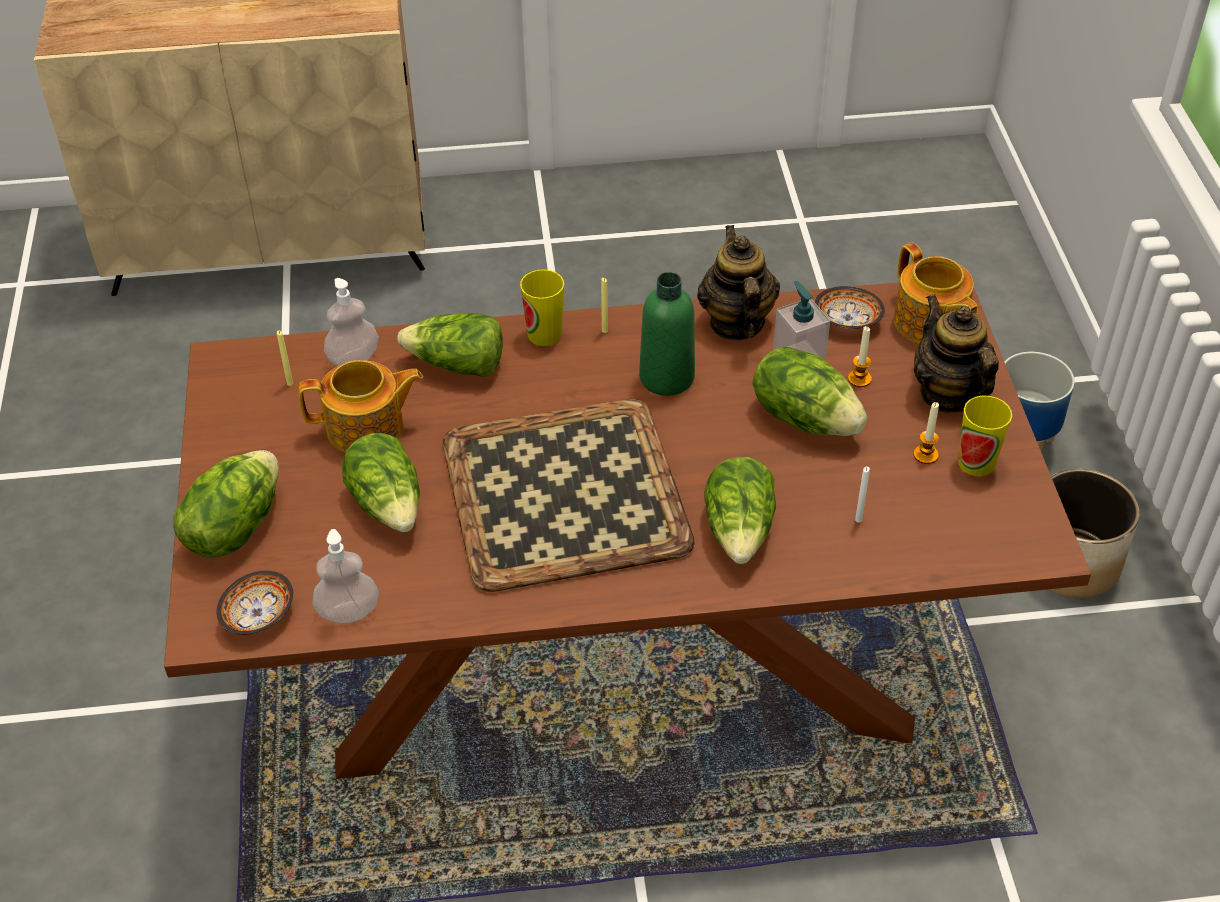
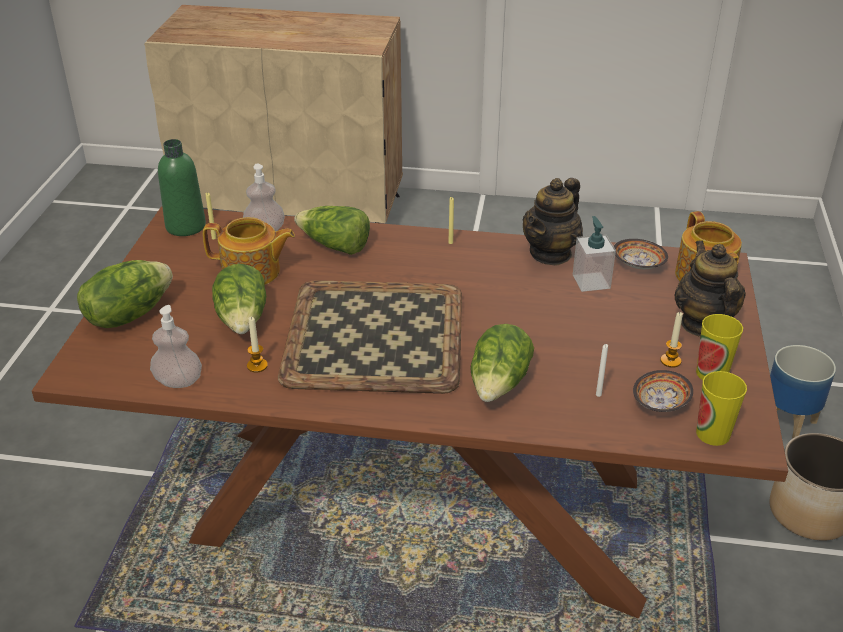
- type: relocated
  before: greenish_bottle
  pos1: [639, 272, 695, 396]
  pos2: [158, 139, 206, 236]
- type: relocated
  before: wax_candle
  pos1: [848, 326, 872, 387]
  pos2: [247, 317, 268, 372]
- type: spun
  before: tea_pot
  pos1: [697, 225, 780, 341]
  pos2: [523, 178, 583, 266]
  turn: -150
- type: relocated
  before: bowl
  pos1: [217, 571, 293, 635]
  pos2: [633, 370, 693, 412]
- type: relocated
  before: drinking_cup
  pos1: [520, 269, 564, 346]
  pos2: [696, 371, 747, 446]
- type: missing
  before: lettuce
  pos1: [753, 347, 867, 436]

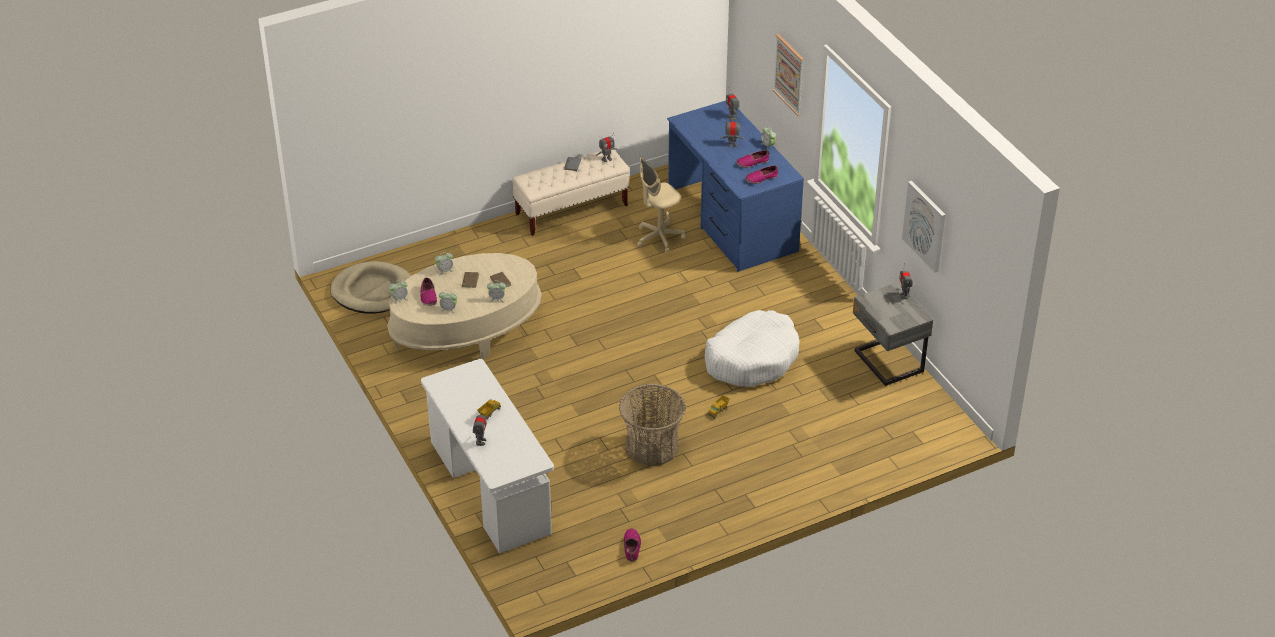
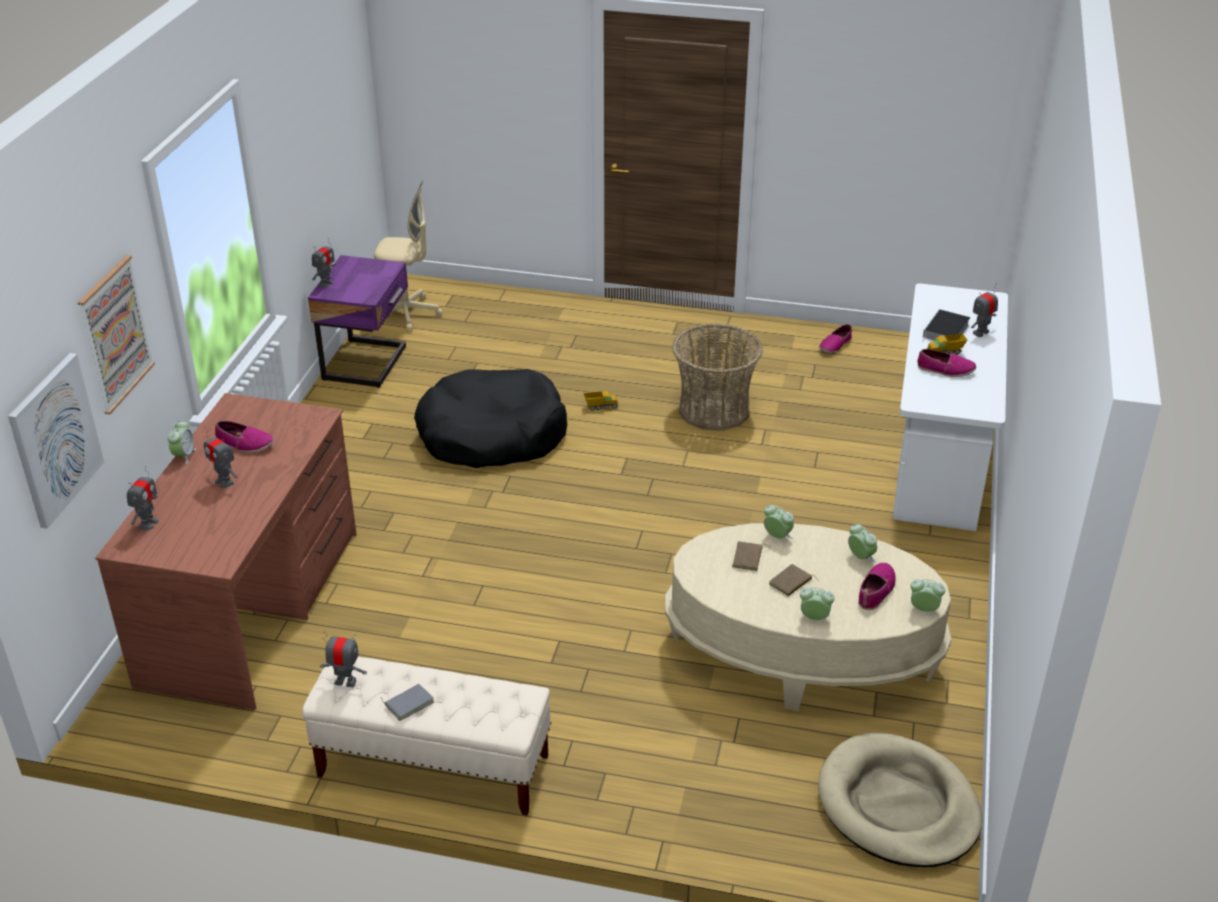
- type: relocated
  before: wall_picture
  pos1: [902, 181, 946, 273]
  pos2: [8, 353, 104, 529]
- type: colour
  before: blue-coloured_desk_unit
  after: brownish_desk_unit
  pos1: [667, 101, 804, 272]
  pos2: [95, 393, 357, 710]
- type: colour
  before: gray_night_table
  after: purple-coloured_night_table
  pos1: [853, 282, 933, 386]
  pos2: [308, 255, 408, 388]
- type: relocated
  before: beige-coloured_office_chair
  pos1: [637, 156, 686, 253]
  pos2: [374, 181, 443, 332]
- type: colour
  before: white-coloured_dog_cushion
  after: black_dog_cushion
  pos1: [705, 310, 800, 387]
  pos2: [414, 369, 567, 468]
- type: relocated
  before: low_shoe
  pos1: [745, 166, 778, 184]
  pos2: [917, 349, 976, 377]
- type: appeared
  after: book
  pos2: [922, 309, 970, 342]

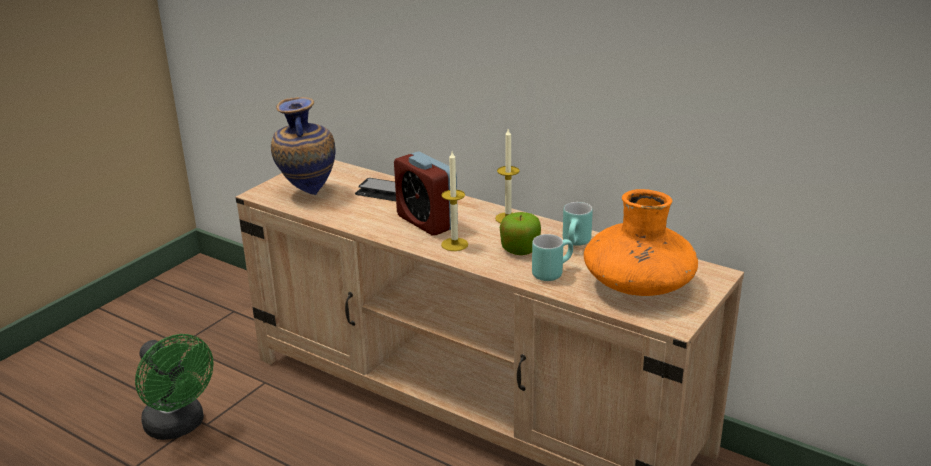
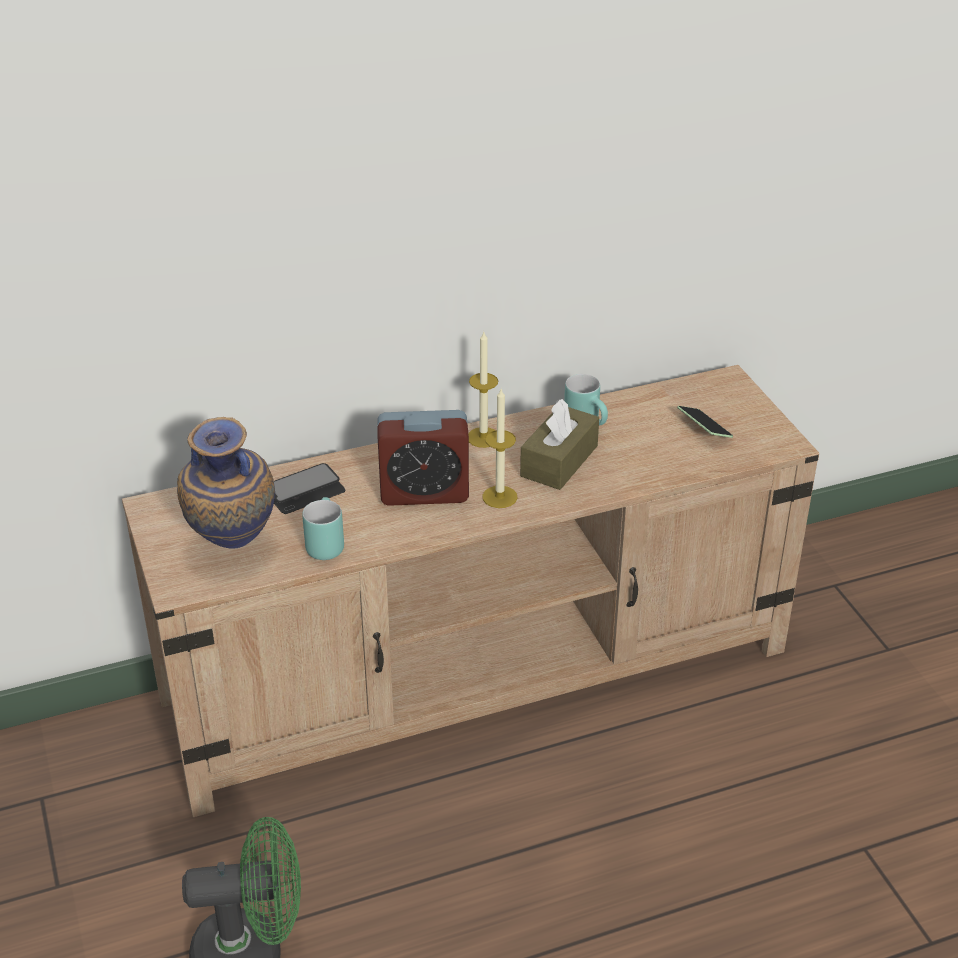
- type: relocated
  before: turquoise_mug
  pos1: [532, 234, 573, 281]
  pos2: [302, 497, 344, 560]
- type: exchanged
  before: apple
  after: brownish_box_of_tissues
  pos1: [500, 212, 541, 255]
  pos2: [520, 399, 599, 490]
- type: exchanged
  before: orange-coloured_decorative_vase
  after: phone
  pos1: [584, 189, 698, 296]
  pos2: [677, 406, 733, 438]

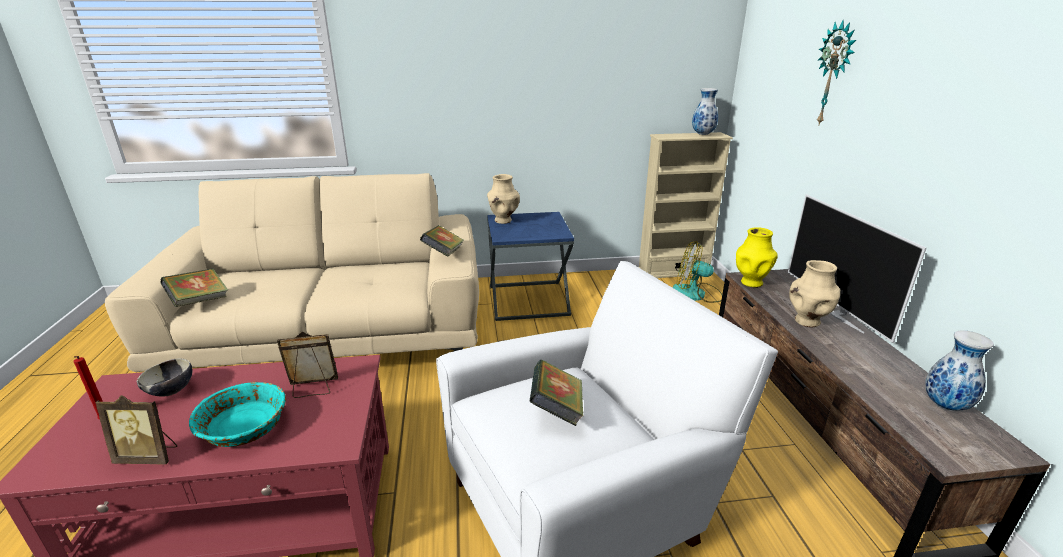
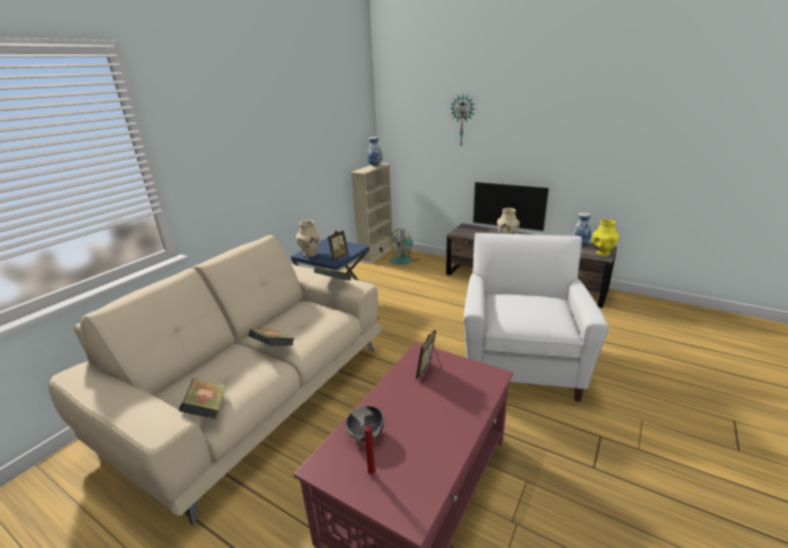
- type: relocated
  before: book
  pos1: [529, 360, 583, 426]
  pos2: [248, 329, 295, 346]
- type: relocated
  before: picture_frame
  pos1: [95, 395, 177, 464]
  pos2: [328, 230, 349, 261]
- type: relocated
  before: yellow_decorative_vase
  pos1: [736, 227, 778, 288]
  pos2: [592, 219, 619, 256]
- type: missing
  before: turquoise_bowl
  pos1: [189, 382, 286, 447]

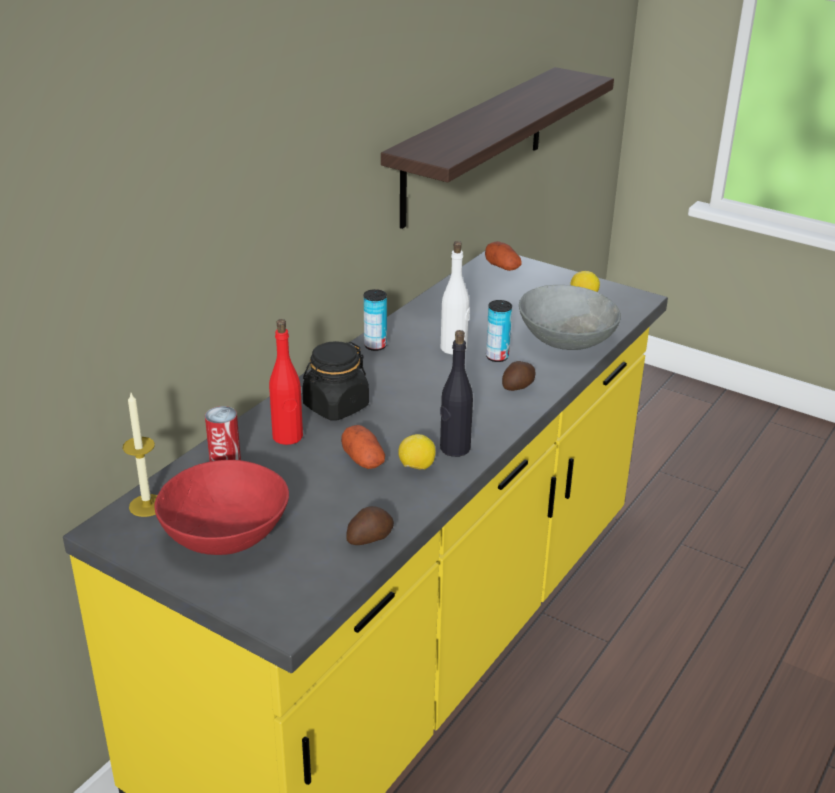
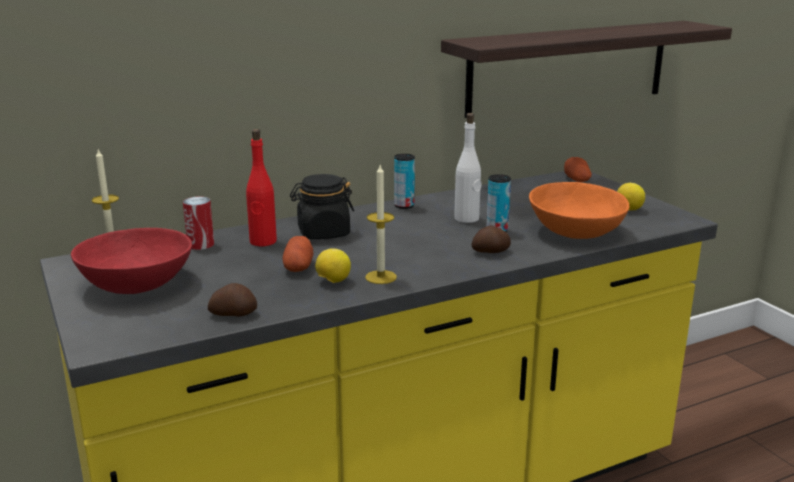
- type: exchanged
  before: black_bottle
  after: wax_candle
  pos1: [440, 330, 473, 457]
  pos2: [365, 165, 397, 284]
- type: colour
  before: gray_bowl
  after: orange-coloured_bowl
  pos1: [519, 285, 621, 350]
  pos2: [529, 182, 629, 239]

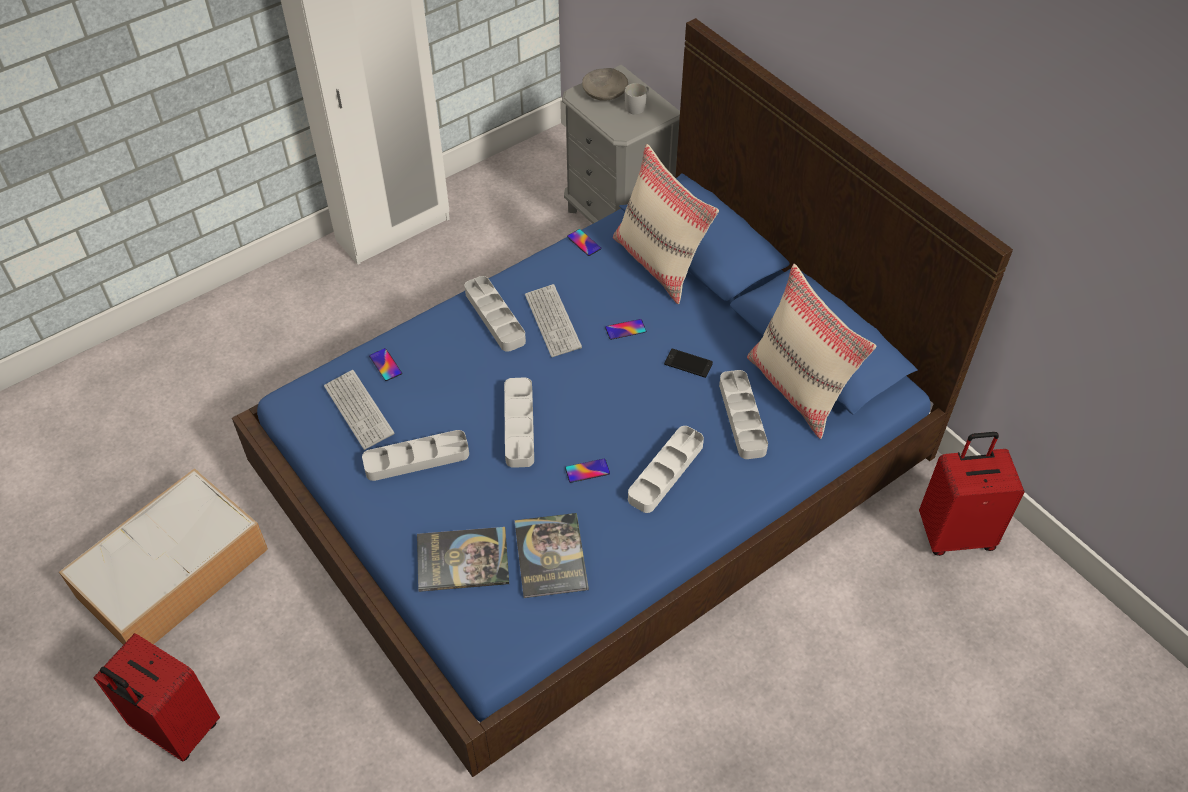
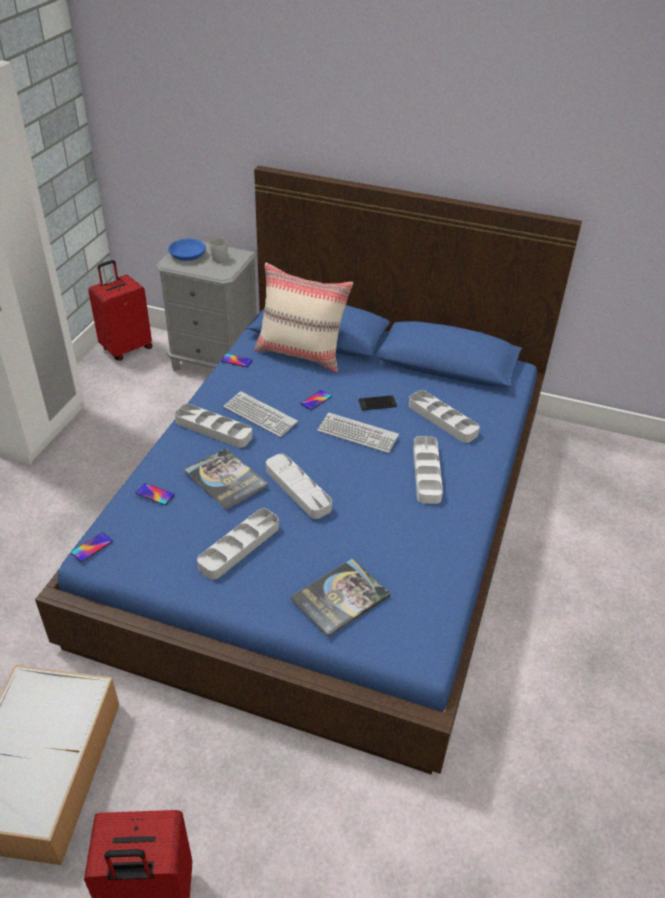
- type: relocated
  before: phone
  pos1: [565, 459, 610, 483]
  pos2: [71, 532, 113, 562]
- type: relocated
  before: reddish_suitcase
  pos1: [919, 432, 1024, 556]
  pos2: [88, 260, 153, 361]
- type: colour
  before: gray_bowl
  after: blue-coloured_bowl
  pos1: [582, 68, 628, 101]
  pos2: [168, 238, 206, 261]
- type: relocated
  before: book
  pos1: [514, 513, 589, 598]
  pos2: [184, 448, 268, 510]
- type: relocated
  before: computer_keyboard
  pos1: [324, 370, 394, 450]
  pos2: [318, 413, 399, 453]
- type: missing
  before: beige-coloured_throw_pillow
  pos1: [747, 264, 876, 439]

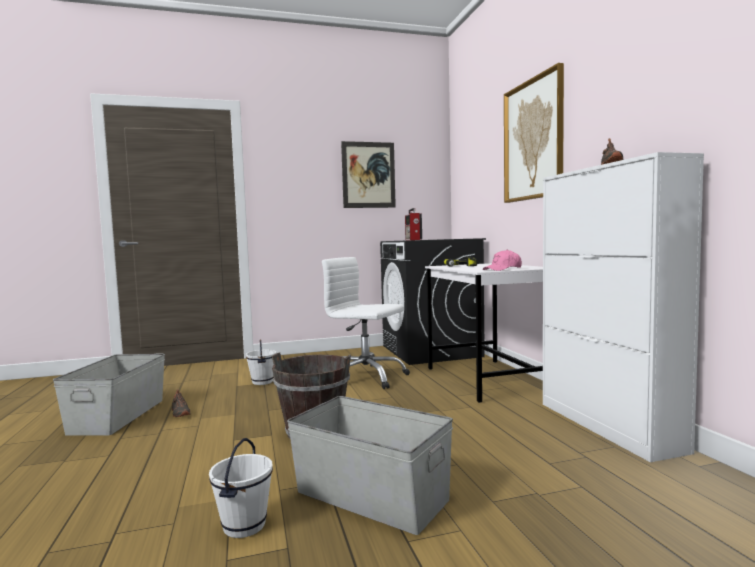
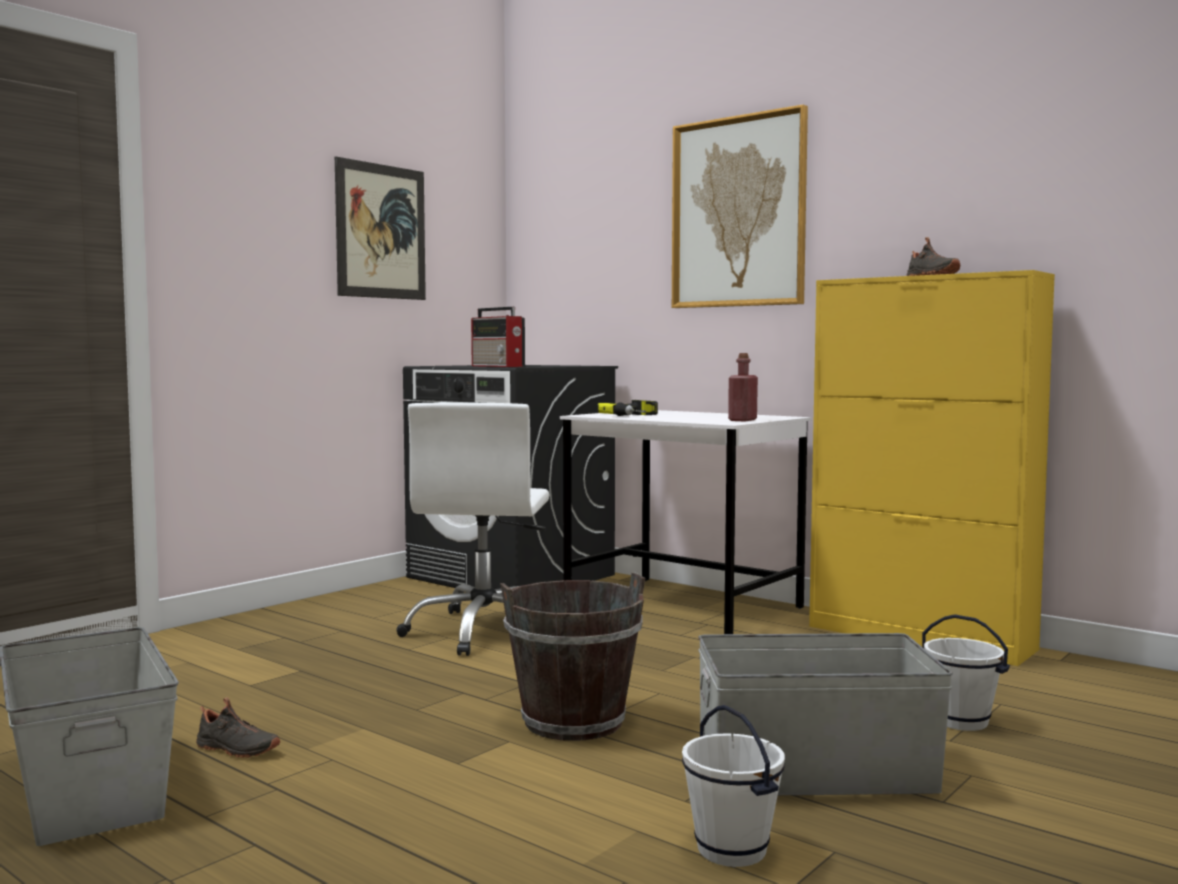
- type: spun
  before: white-coloured_office_chair
  pos1: [322, 257, 410, 389]
  pos2: [397, 402, 549, 656]
  turn: -75
- type: exchanged
  before: pink-coloured_cap
  after: reddish_bottle
  pos1: [483, 250, 522, 271]
  pos2: [728, 353, 758, 421]
- type: colour
  before: white-coloured_cupboard
  after: yellow_cupboard
  pos1: [543, 152, 704, 462]
  pos2: [809, 270, 1055, 666]
- type: relocated
  before: white-coloured_water_bucket
  pos1: [246, 339, 276, 385]
  pos2: [922, 614, 1010, 731]

